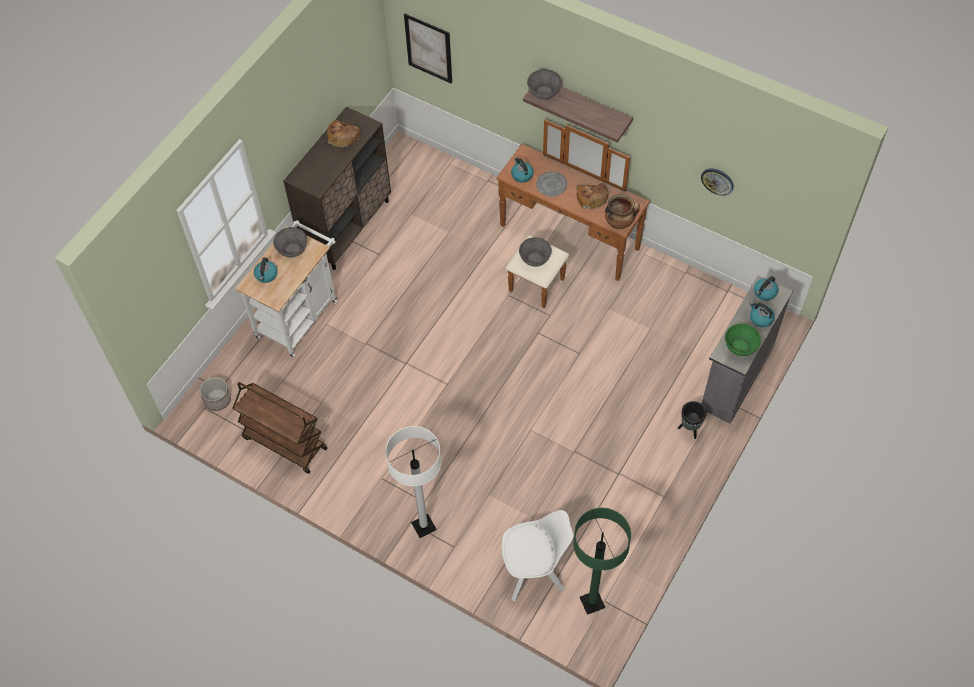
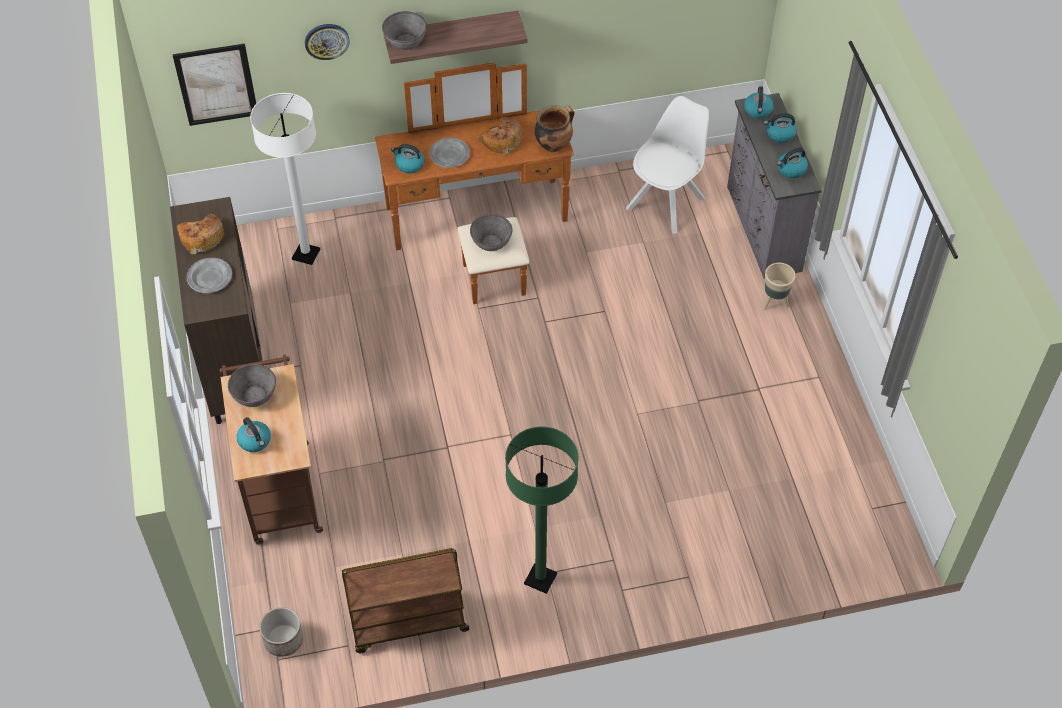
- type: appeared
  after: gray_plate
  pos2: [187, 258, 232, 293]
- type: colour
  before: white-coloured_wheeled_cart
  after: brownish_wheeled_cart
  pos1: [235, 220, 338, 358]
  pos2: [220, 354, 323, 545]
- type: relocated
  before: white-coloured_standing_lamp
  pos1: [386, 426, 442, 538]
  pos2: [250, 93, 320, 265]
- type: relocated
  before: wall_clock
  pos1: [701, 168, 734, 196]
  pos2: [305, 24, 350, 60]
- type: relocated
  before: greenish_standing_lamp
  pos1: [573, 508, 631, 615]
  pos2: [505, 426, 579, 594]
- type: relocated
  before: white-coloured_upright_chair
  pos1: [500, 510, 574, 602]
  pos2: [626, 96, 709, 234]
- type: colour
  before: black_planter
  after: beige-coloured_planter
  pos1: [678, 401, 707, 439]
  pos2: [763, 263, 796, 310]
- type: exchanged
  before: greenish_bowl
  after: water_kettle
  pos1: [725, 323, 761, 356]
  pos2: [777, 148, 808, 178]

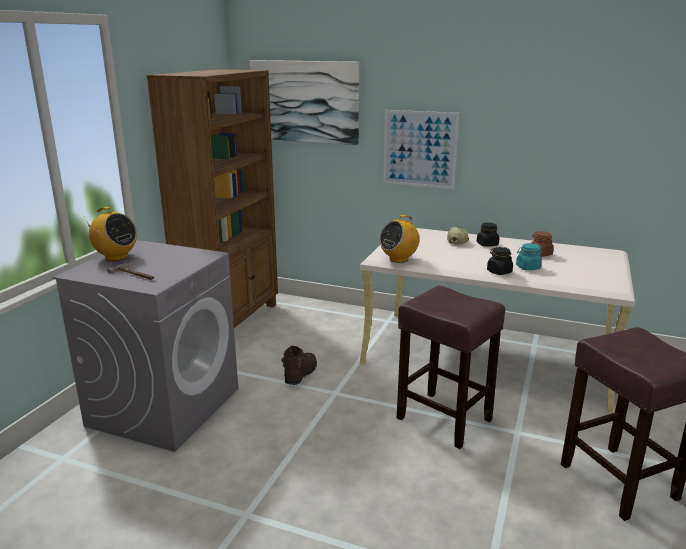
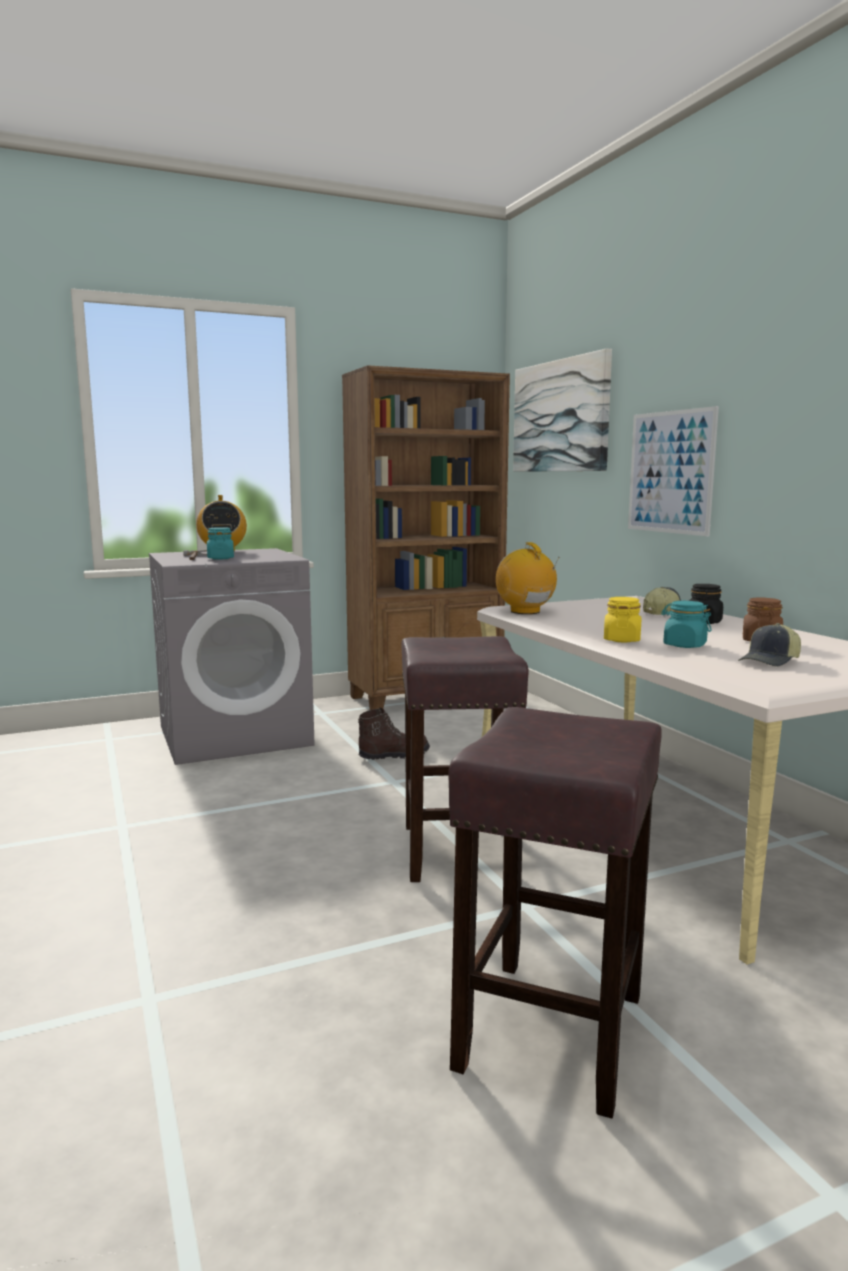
- type: appeared
  after: turquoise_storage_jar
  pos2: [207, 527, 234, 560]
- type: spun
  before: radio_set
  pos1: [379, 215, 419, 263]
  pos2: [496, 542, 560, 614]
  turn: 60
- type: colour
  before: black_storage_jar
  after: yellow_storage_jar
  pos1: [487, 247, 513, 275]
  pos2: [604, 597, 642, 642]
- type: appeared
  after: cap
  pos2: [738, 623, 801, 667]

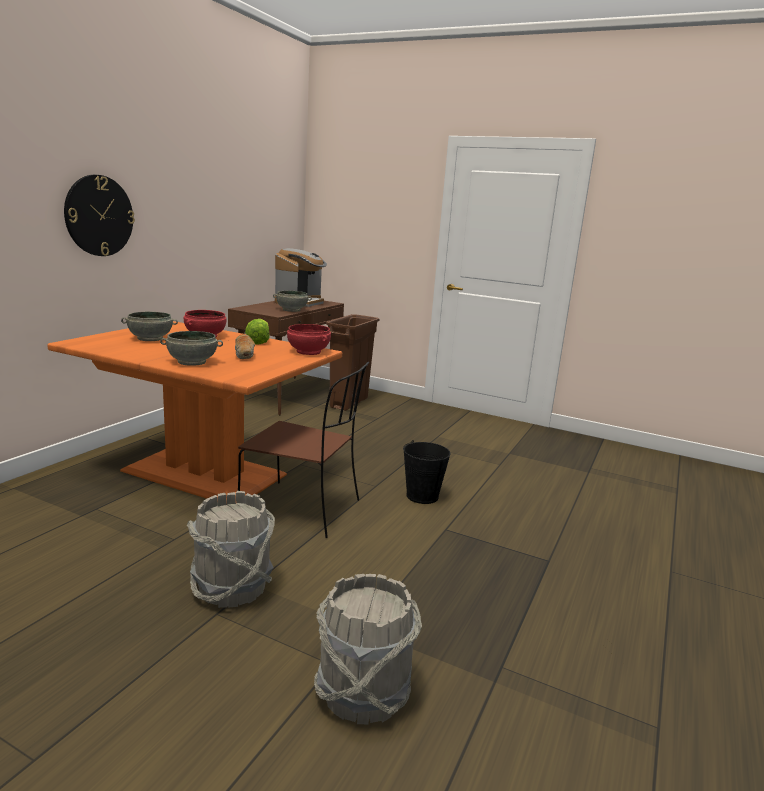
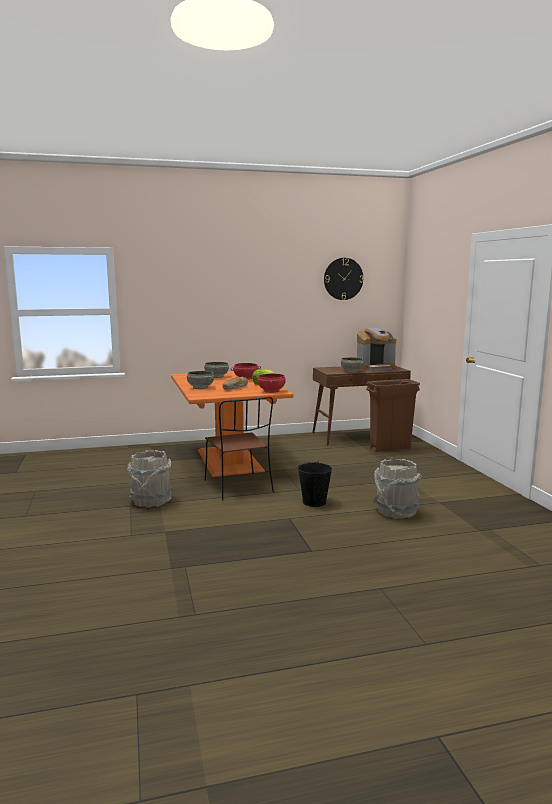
- type: relocated
  before: wall_clock
  pos1: [64, 175, 135, 256]
  pos2: [324, 258, 364, 300]
- type: relocated
  before: gray_water_bucket
  pos1: [314, 574, 422, 724]
  pos2: [373, 458, 422, 519]

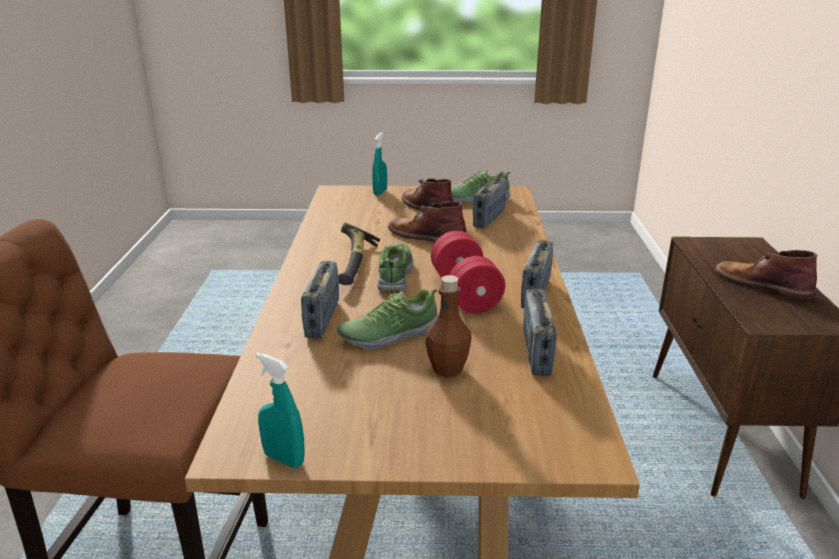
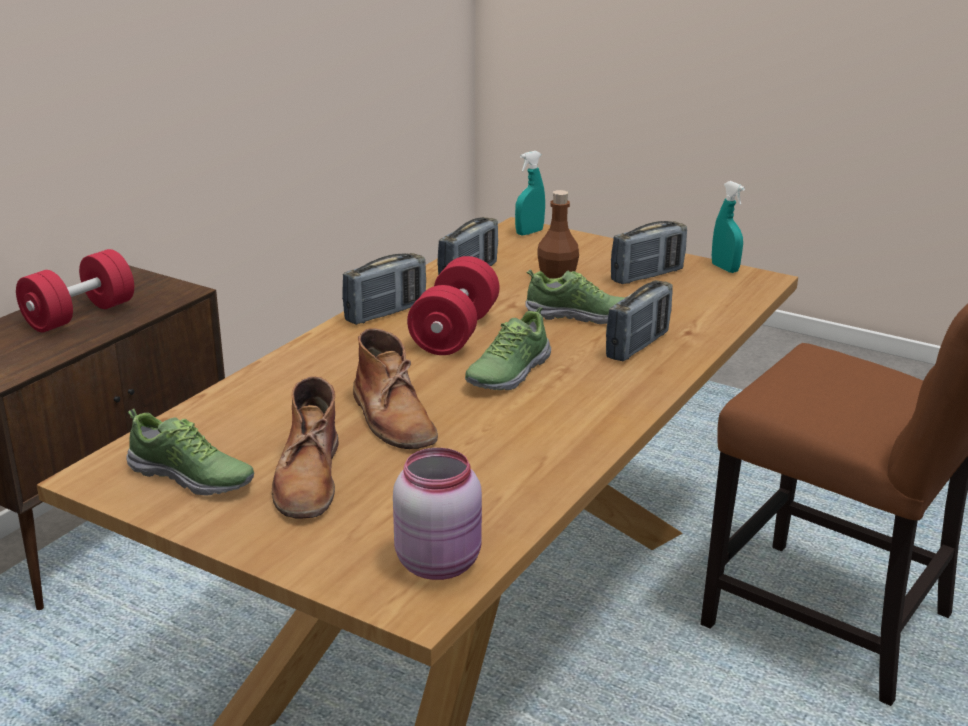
- type: exchanged
  before: brownish_tall_boot
  after: reddish_hand_weight
  pos1: [715, 250, 817, 300]
  pos2: [16, 249, 134, 332]
- type: appeared
  after: pink-coloured_storage_jar
  pos2: [393, 448, 482, 580]
- type: relocated
  before: turquoise_sprayer
  pos1: [372, 132, 387, 196]
  pos2: [515, 151, 545, 236]
- type: relocated
  before: radio_set
  pos1: [473, 177, 507, 229]
  pos2: [611, 221, 687, 284]
- type: missing
  before: hand_hammer
  pos1: [338, 223, 380, 285]

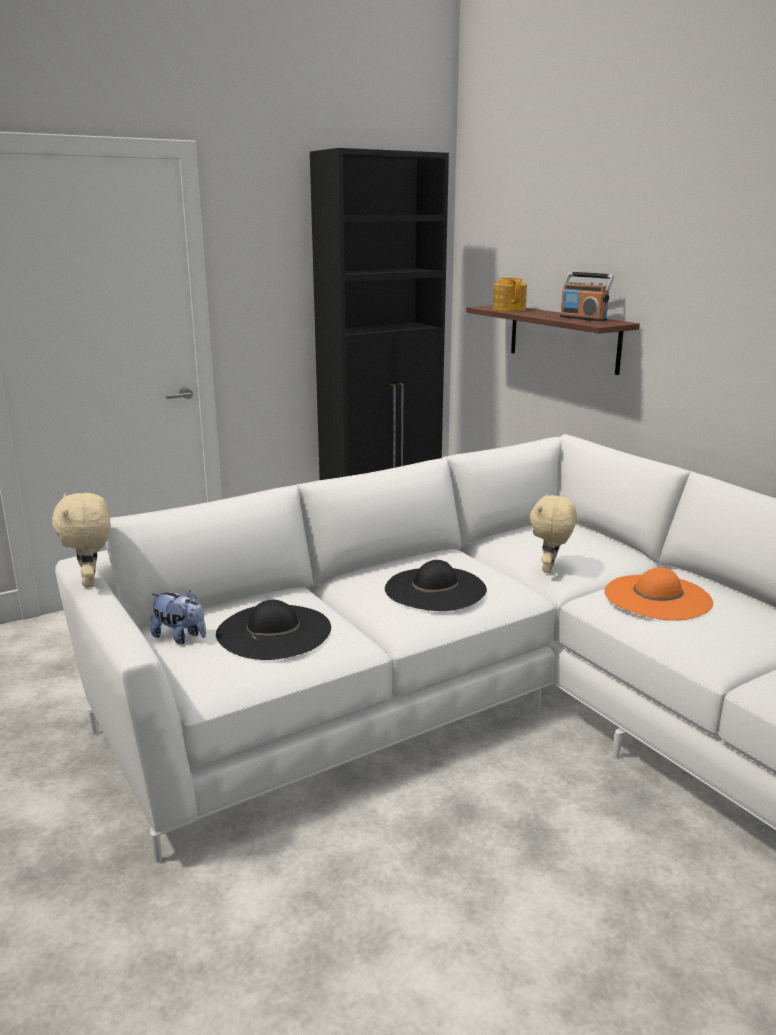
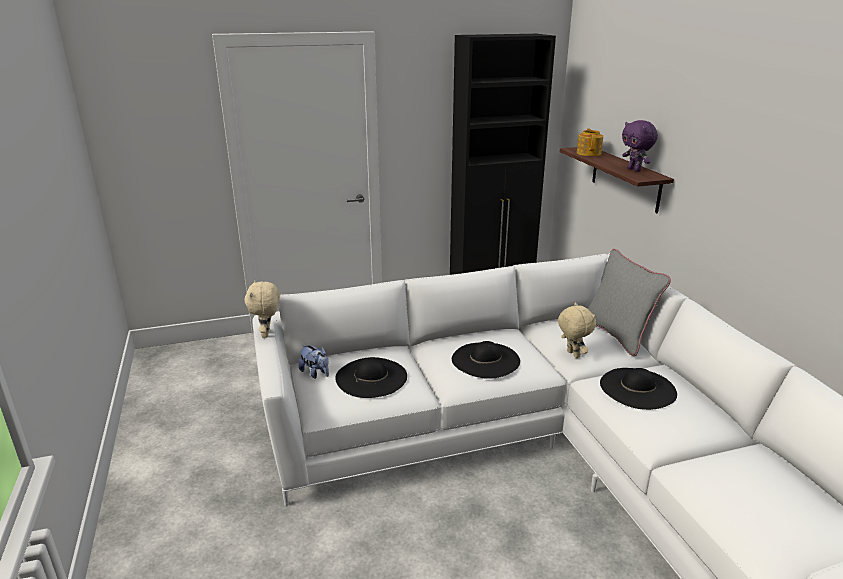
- type: spun
  before: beige-coloured_cuddly_toy
  pos1: [530, 494, 577, 573]
  pos2: [558, 303, 596, 358]
  turn: 120
- type: appeared
  after: gray_throw_pillow
  pos2: [588, 249, 671, 356]
- type: colour
  before: orange-coloured_clothing_hat
  after: black_clothing_hat
  pos1: [604, 567, 713, 621]
  pos2: [600, 368, 677, 410]
- type: exchanged
  before: radio_set
  after: purple-coloured_cuddly_toy
  pos1: [560, 272, 614, 321]
  pos2: [622, 120, 658, 172]

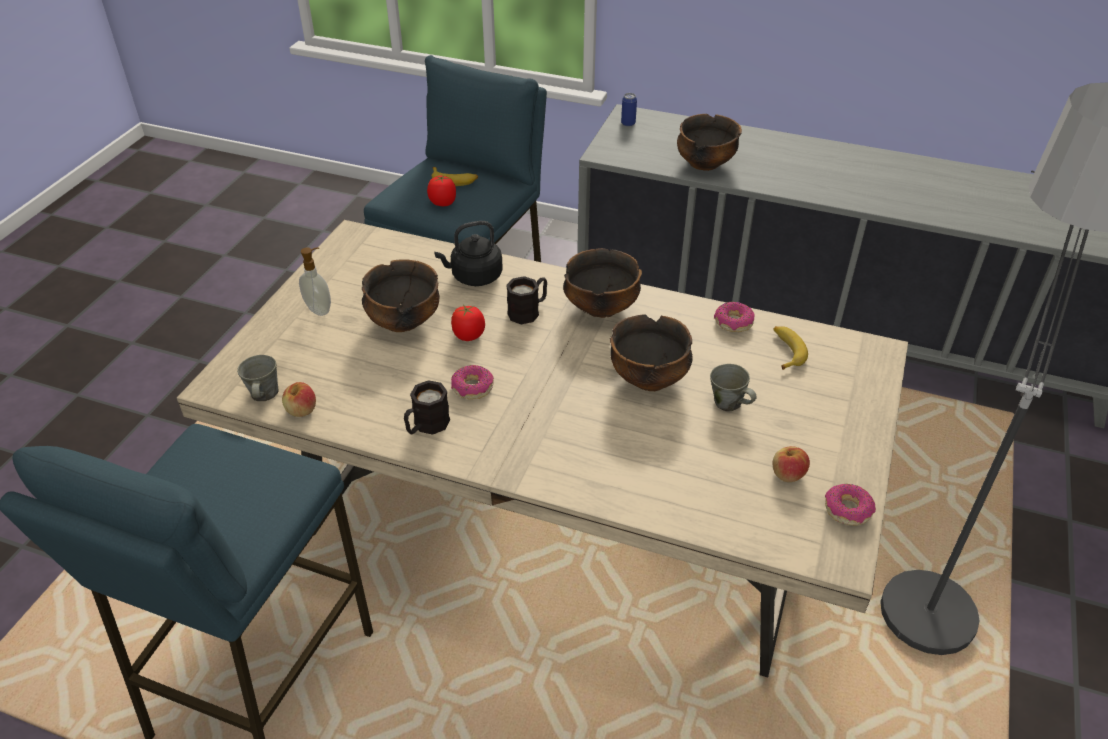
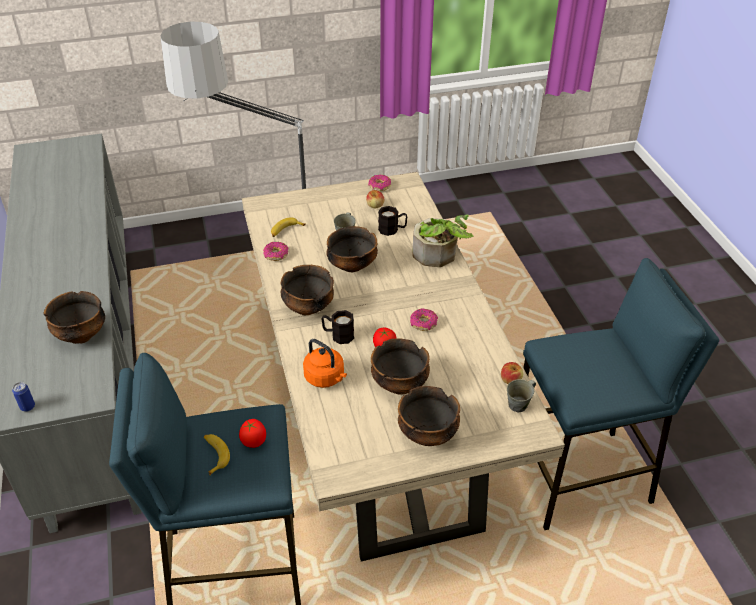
- type: colour
  before: black_water_kettle
  after: orange-coloured_water_kettle
  pos1: [434, 221, 503, 286]
  pos2: [303, 339, 347, 388]
- type: relocated
  before: black_mug
  pos1: [404, 380, 450, 435]
  pos2: [378, 206, 407, 236]
- type: exchanged
  before: soap_dispenser
  after: bowl
  pos1: [299, 247, 331, 316]
  pos2: [398, 386, 460, 446]
- type: appeared
  after: potted_plant
  pos2: [412, 215, 473, 267]

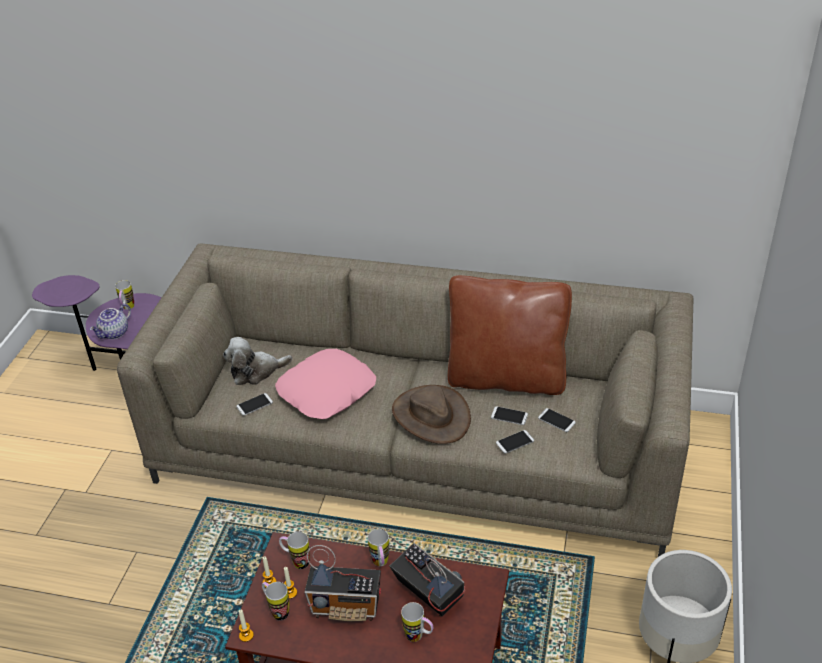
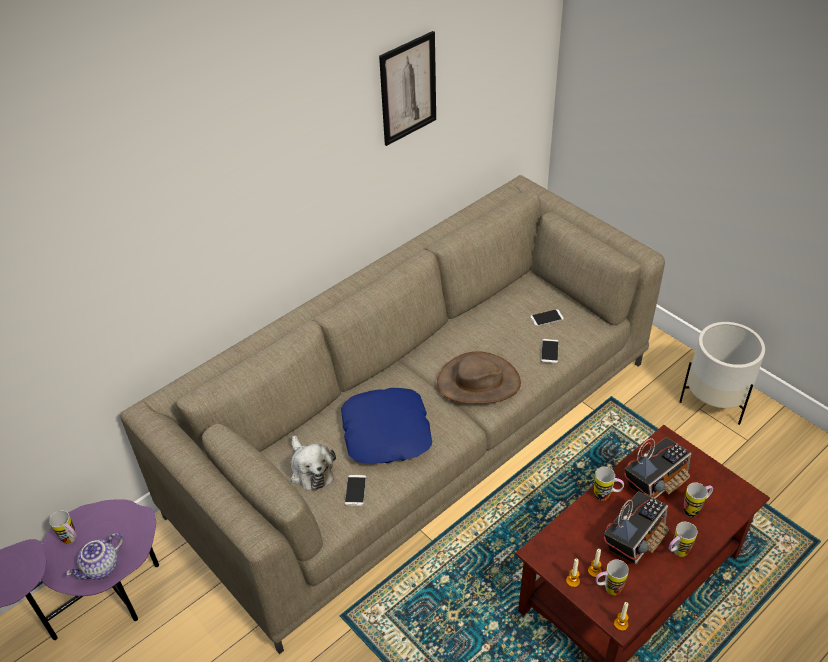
- type: spun
  before: tea_pot
  pos1: [90, 304, 131, 339]
  pos2: [66, 533, 123, 580]
  turn: 60
- type: spun
  before: cuddly_toy
  pos1: [223, 337, 292, 385]
  pos2: [290, 435, 336, 491]
  turn: -45
- type: colour
  before: pink-coloured_throw_pillow
  after: blue-coloured_throw_pillow
  pos1: [275, 349, 376, 419]
  pos2: [341, 388, 432, 464]
- type: appeared
  after: wall_picture
  pos2: [379, 31, 436, 146]
- type: spun
  before: radio_set
  pos1: [390, 543, 466, 617]
  pos2: [624, 437, 691, 499]
  turn: 150
- type: relocated
  before: mug
  pos1: [279, 532, 310, 569]
  pos2: [669, 522, 697, 557]
- type: missing
  before: brownish_throw_pillow
  pos1: [448, 275, 572, 395]
- type: missing
  before: phone
  pos1: [491, 406, 528, 425]

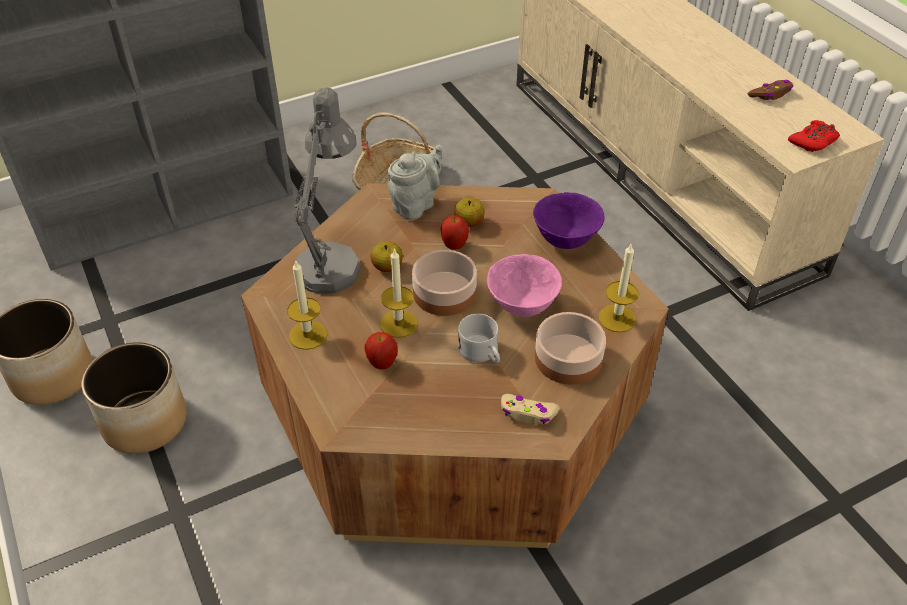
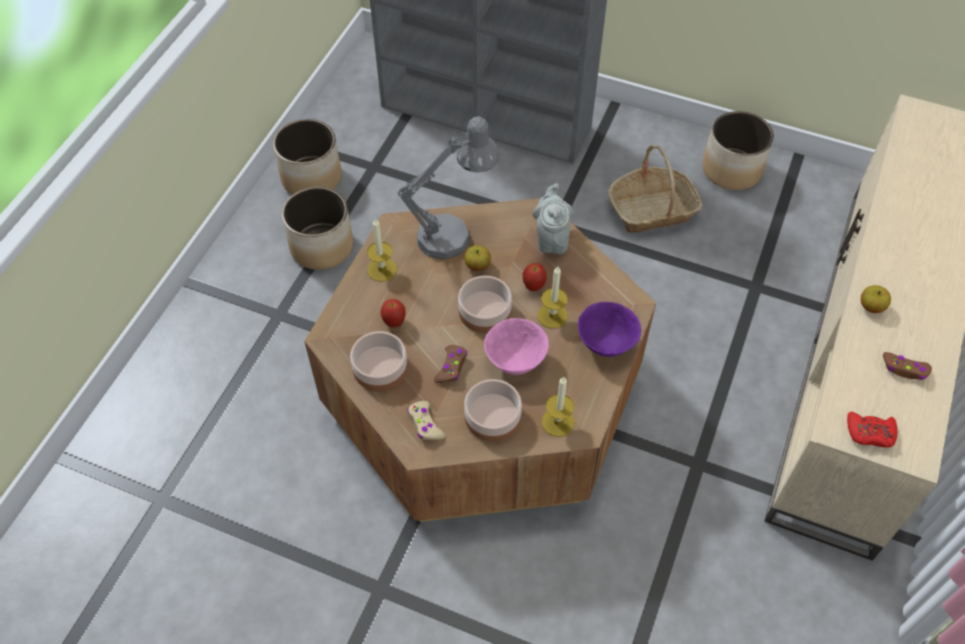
- type: appeared
  after: bowl
  pos2: [350, 331, 407, 391]
- type: exchanged
  before: white-coloured_mug
  after: brownish_joypad
  pos1: [458, 314, 500, 364]
  pos2: [434, 345, 467, 383]
- type: spun
  before: gray_tea_pot
  pos1: [388, 145, 442, 220]
  pos2: [532, 183, 574, 254]
  turn: -90
- type: relocated
  before: wax_candle
  pos1: [380, 248, 418, 338]
  pos2: [538, 266, 568, 329]
- type: appeared
  after: planter
  pos2: [702, 111, 774, 190]
- type: relocated
  before: apple
  pos1: [454, 198, 485, 227]
  pos2: [861, 285, 891, 313]

